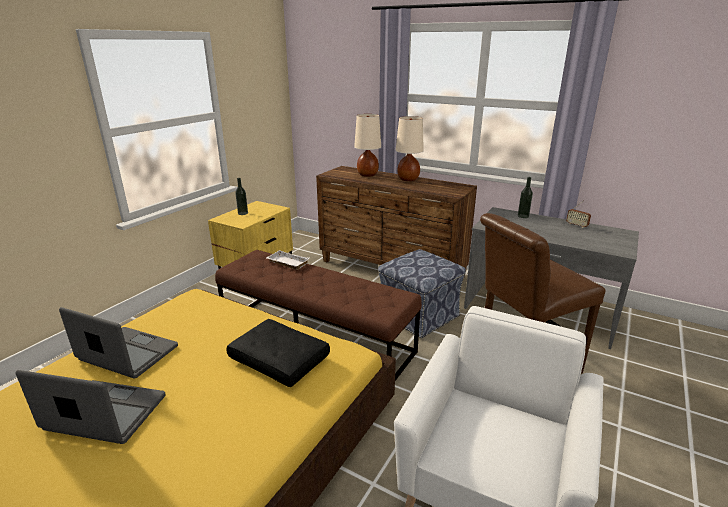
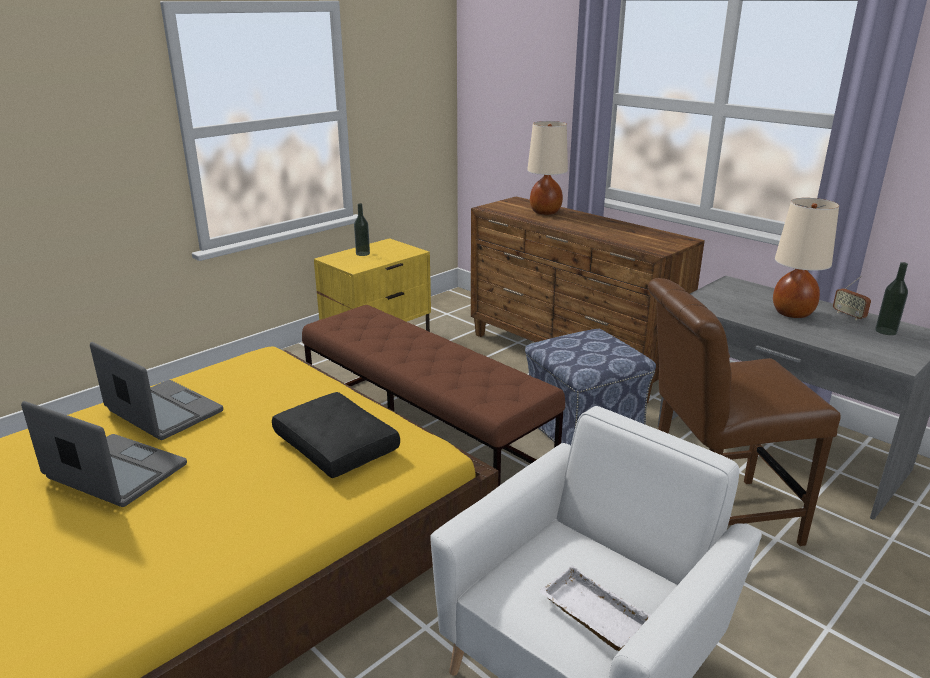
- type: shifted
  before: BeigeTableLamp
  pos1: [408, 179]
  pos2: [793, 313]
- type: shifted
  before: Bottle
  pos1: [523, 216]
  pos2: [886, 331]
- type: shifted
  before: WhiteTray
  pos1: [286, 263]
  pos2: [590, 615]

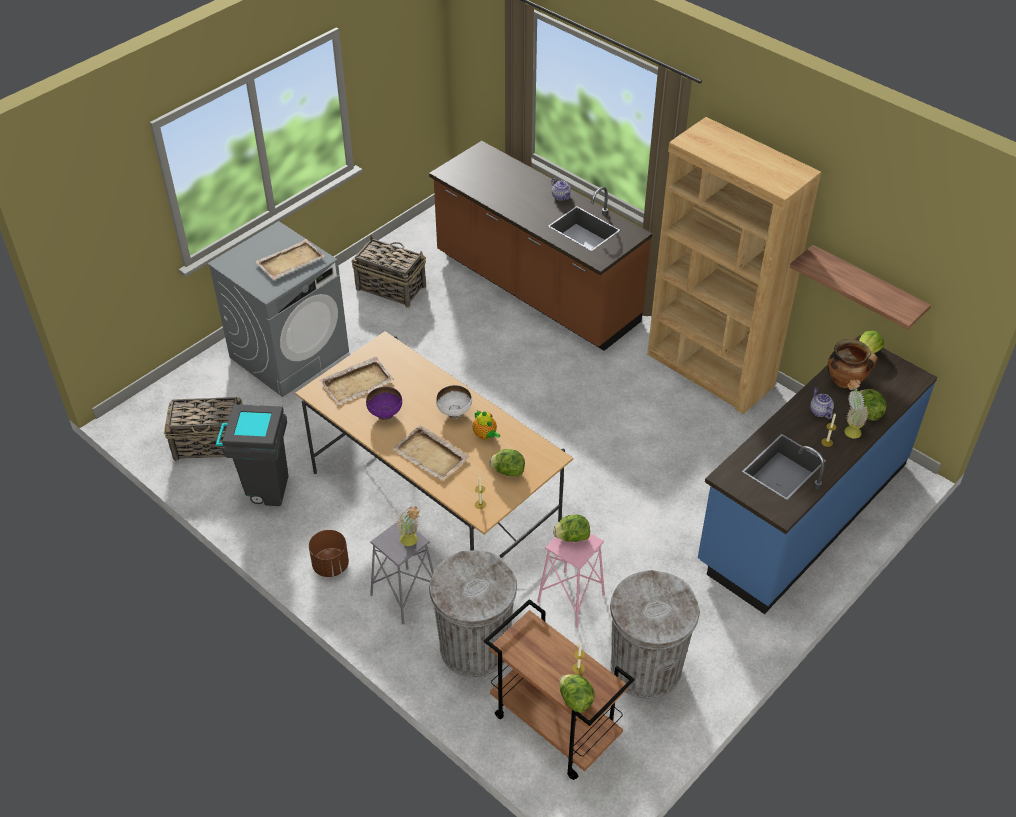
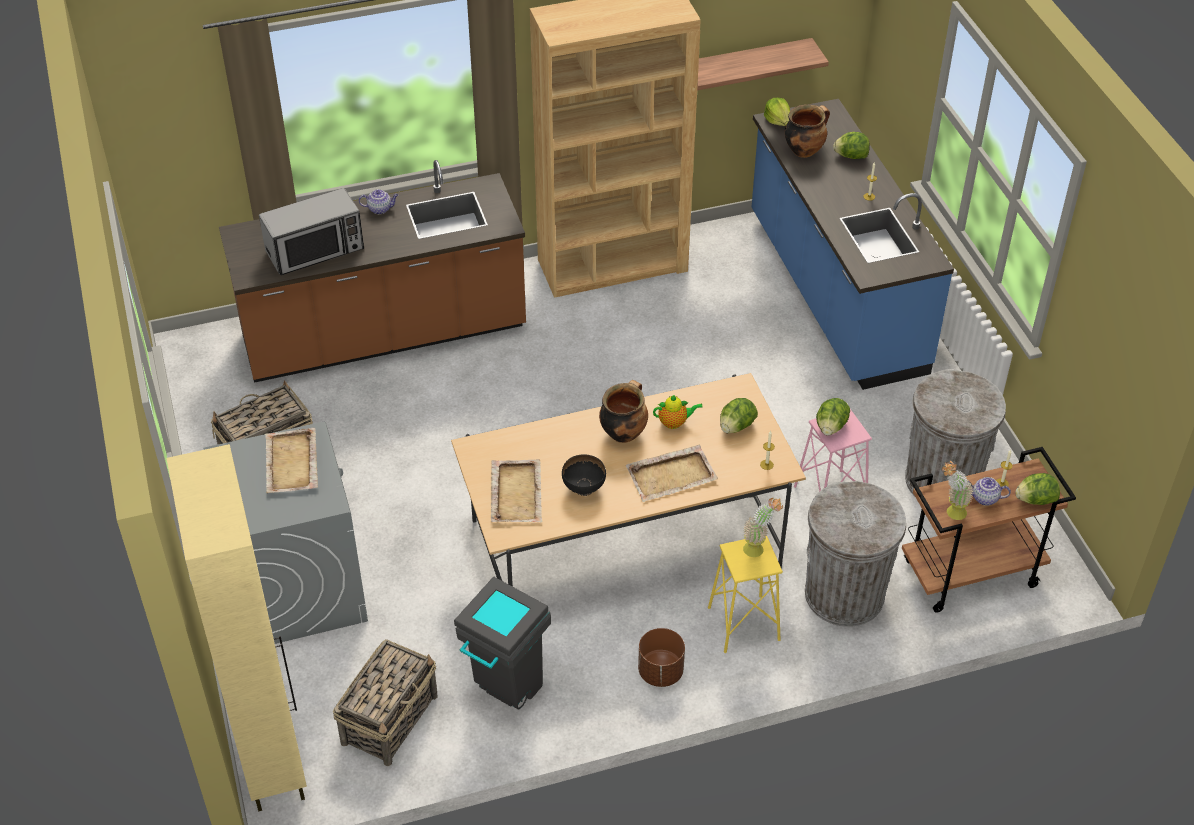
- type: shifted
  before: PottedPlant
  pos1: [849, 429]
  pos2: [951, 513]
- type: swapped
  before: WhiteBowl
  after: CookingPot
  pos1: [454, 412]
  pos2: [623, 433]
- type: repainted
  before: PurpleBowl
  after: BlackBowl
  pos1: [385, 414]
  pos2: [583, 488]
- type: shifted
  before: Teapot
  pos1: [819, 411]
  pos2: [984, 498]
- type: repainted
  before: GreyStool
  after: YellowStool
  pos1: [404, 595]
  pos2: [743, 624]
- type: new
  after: Microwave
  pos2: [315, 250]
- type: new
  after: BeigeCabinet
  pos2: [272, 757]

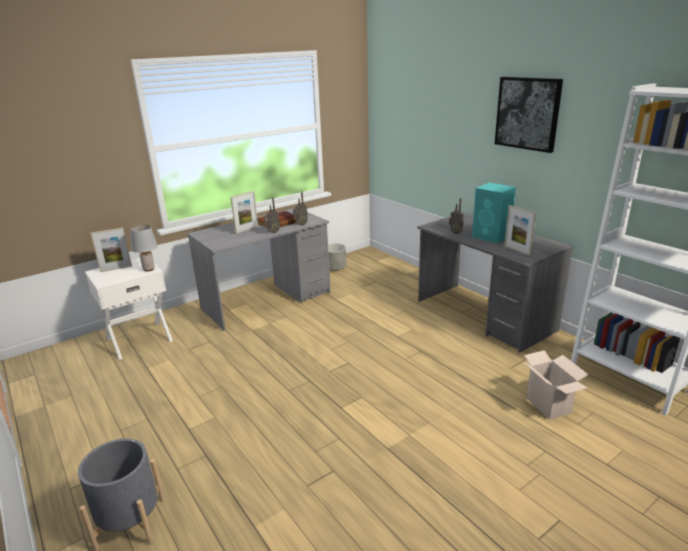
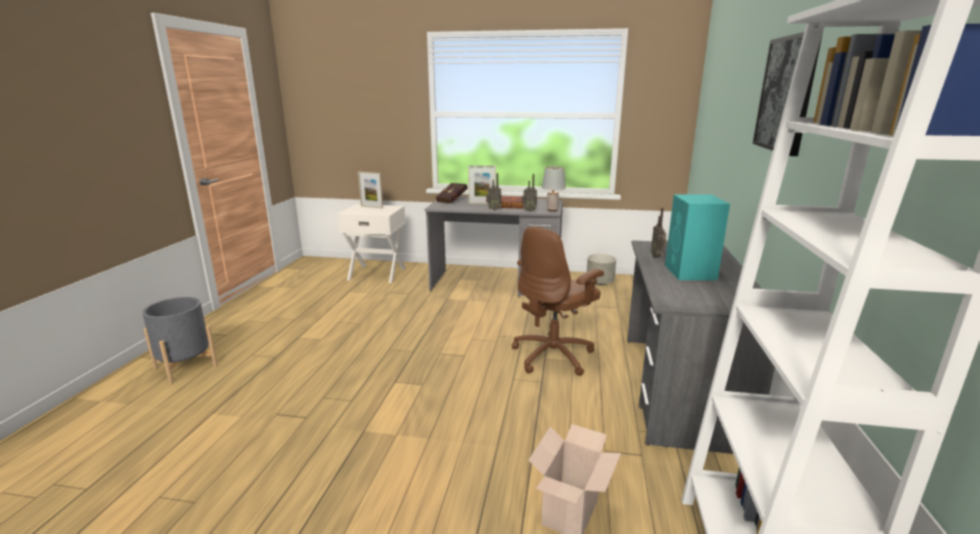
- type: gone
  before: PictureFrame
  pos1: [517, 250]
- type: shifted
  before: GreyTableLamp
  pos1: [148, 269]
  pos2: [552, 210]
- type: new
  after: RedBook
  pos2: [453, 200]
- type: new
  after: BrownOfficeChair
  pos2: [554, 356]

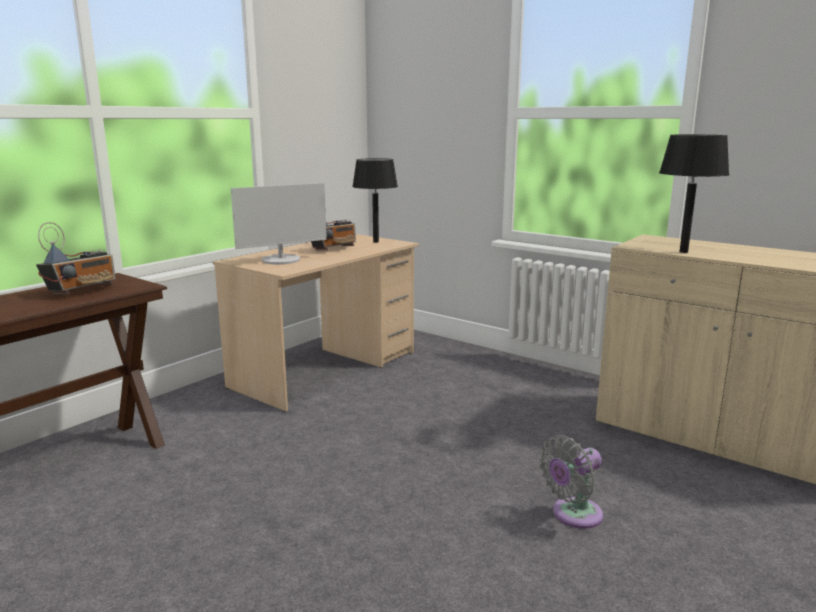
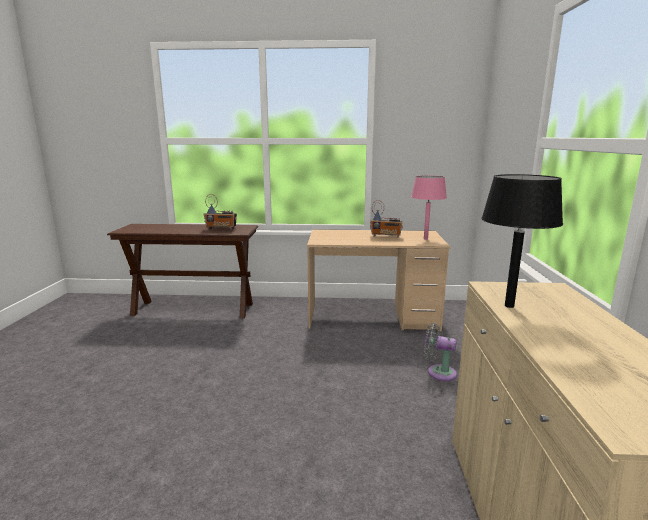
- type: repainted
  before: BlackTableLamp
  after: PinkTableLamp
  pos1: [375, 242]
  pos2: [425, 239]
- type: gone
  before: Monitor
  pos1: [281, 260]
- type: shifted
  before: GreyFan
  pos1: [573, 515]
  pos2: [438, 372]

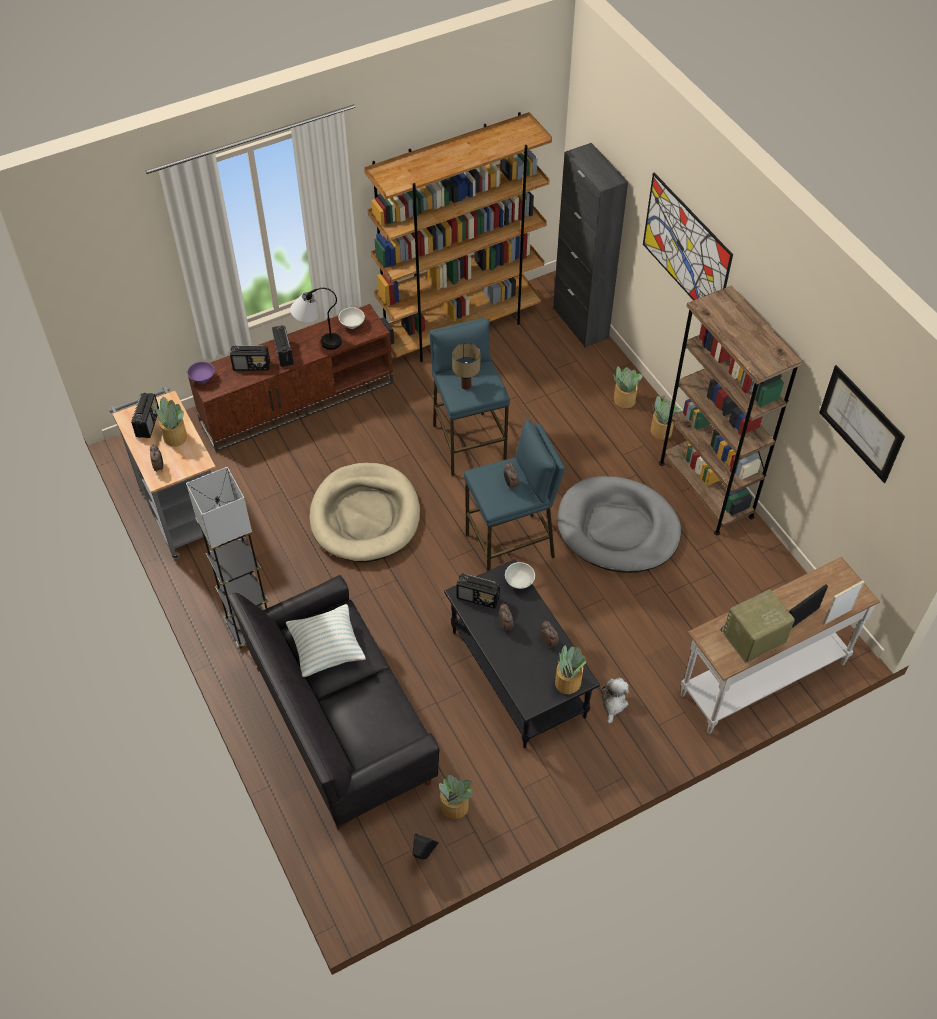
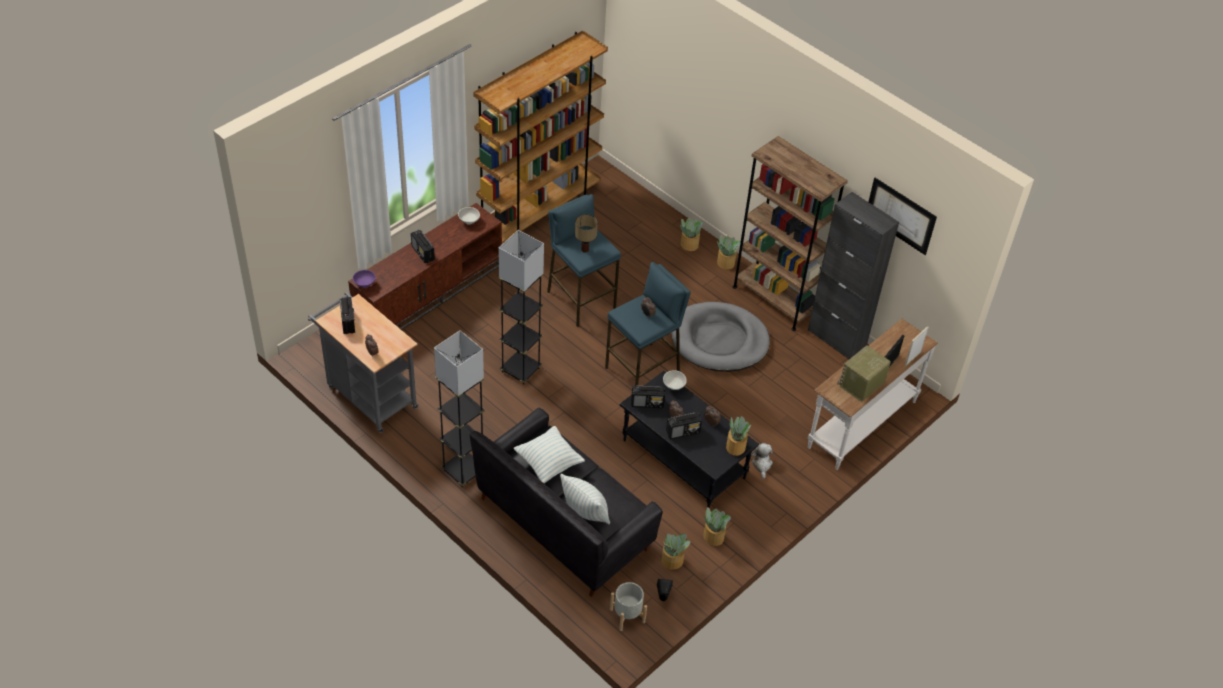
- type: shifted
  before: BlackCabinet
  pos1: [580, 323]
  pos2: [836, 339]
- type: gone
  before: Picture
  pos1: [686, 248]
- type: gone
  before: TableLamp
  pos1: [317, 340]
- type: shifted
  before: Radio
  pos1: [252, 366]
  pos2: [683, 432]
- type: shifted
  before: PottedPlant
  pos1: [175, 436]
  pos2: [713, 536]
- type: swapped
  before: BeigeDogBed
  after: BlackFloorLamp
  pos1: [365, 516]
  pos2: [520, 370]
- type: new
  after: Pillow
  pos2: [585, 513]
- type: new
  after: GreyPlanter
  pos2: [627, 616]

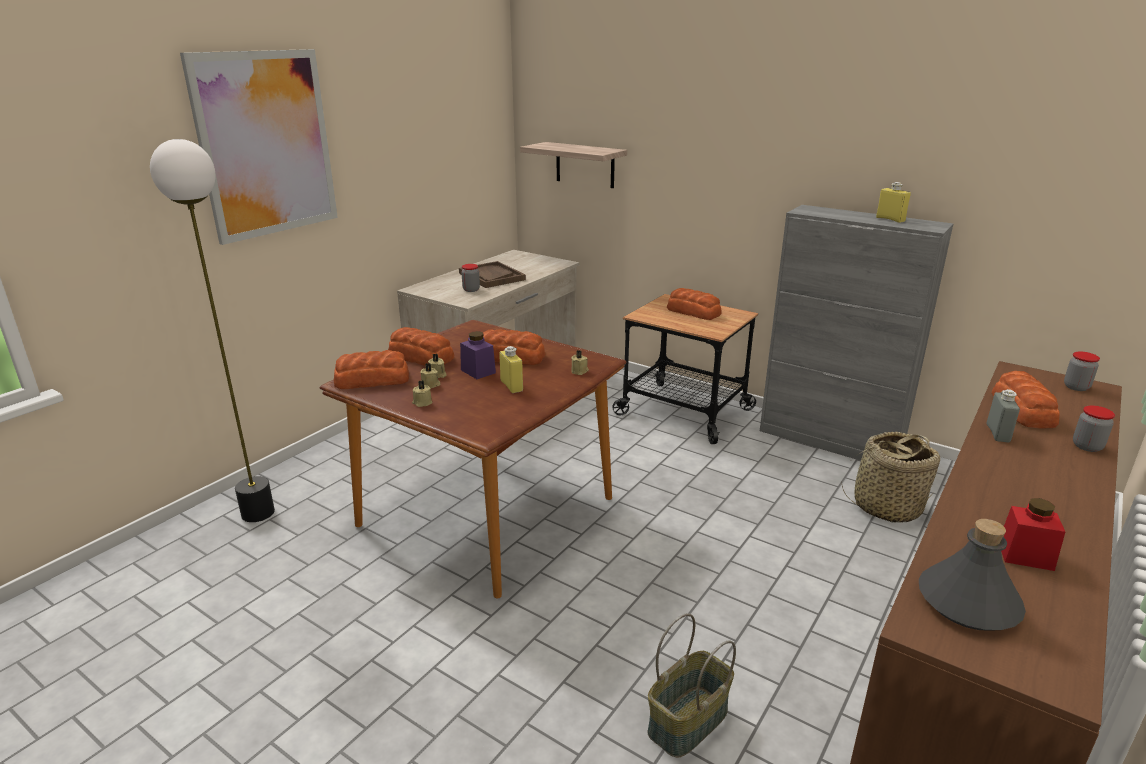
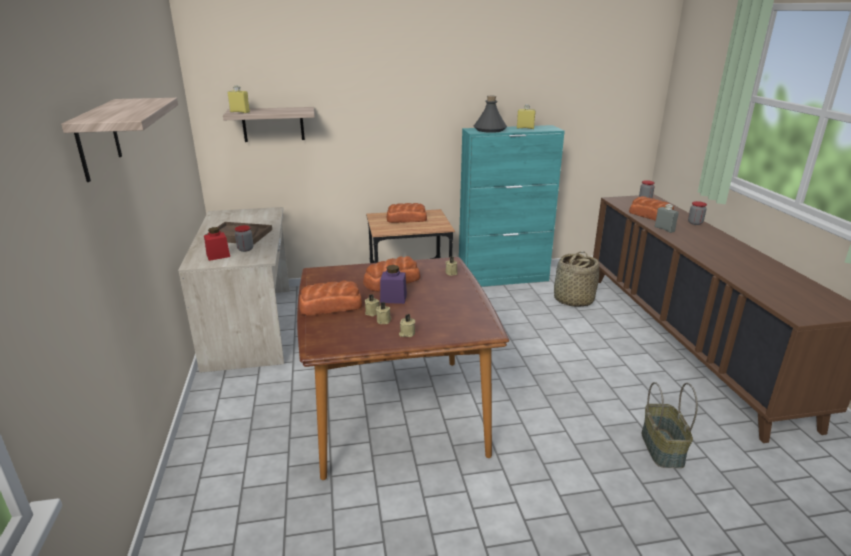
- type: swapped
  before: Picture
  after: Shelf
  pos1: [266, 144]
  pos2: [97, 139]
- type: gone
  before: FloorLamp
  pos1: [258, 512]
- type: repainted
  before: GreyCabinet
  after: TurquoiseCabinet
  pos1: [830, 441]
  pos2: [503, 278]
- type: shifted
  before: YellowBottle
  pos1: [511, 386]
  pos2: [240, 112]
- type: gone
  before: Bread
  pos1: [371, 380]
- type: shifted
  before: RedJar
  pos1: [1025, 555]
  pos2: [218, 256]
- type: shifted
  before: GreyBottle
  pos1: [967, 603]
  pos2: [489, 130]

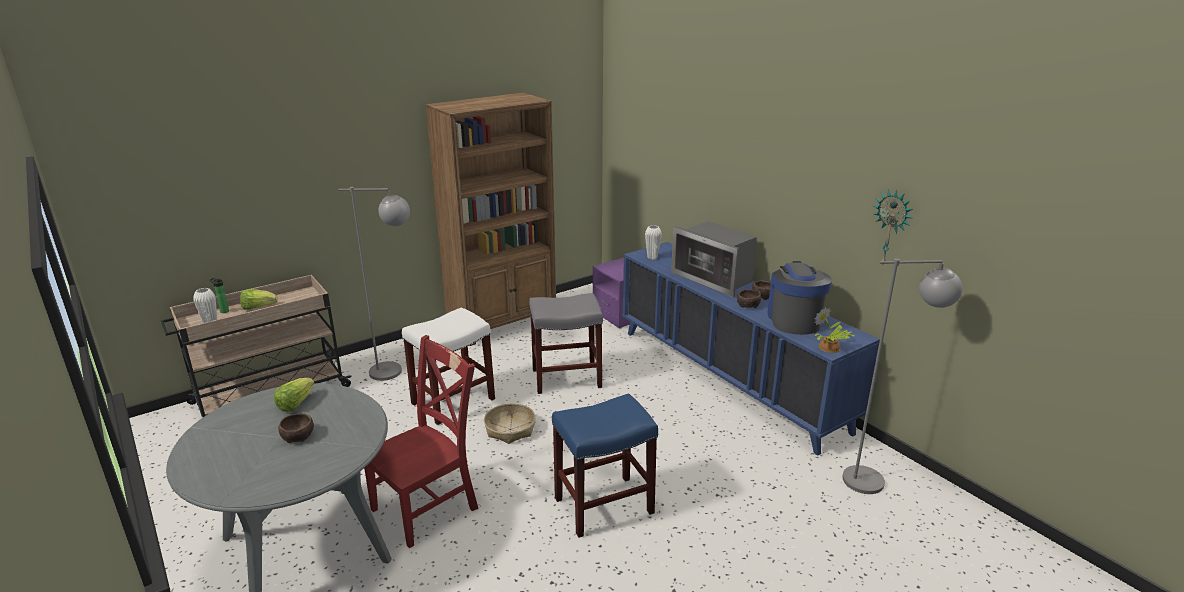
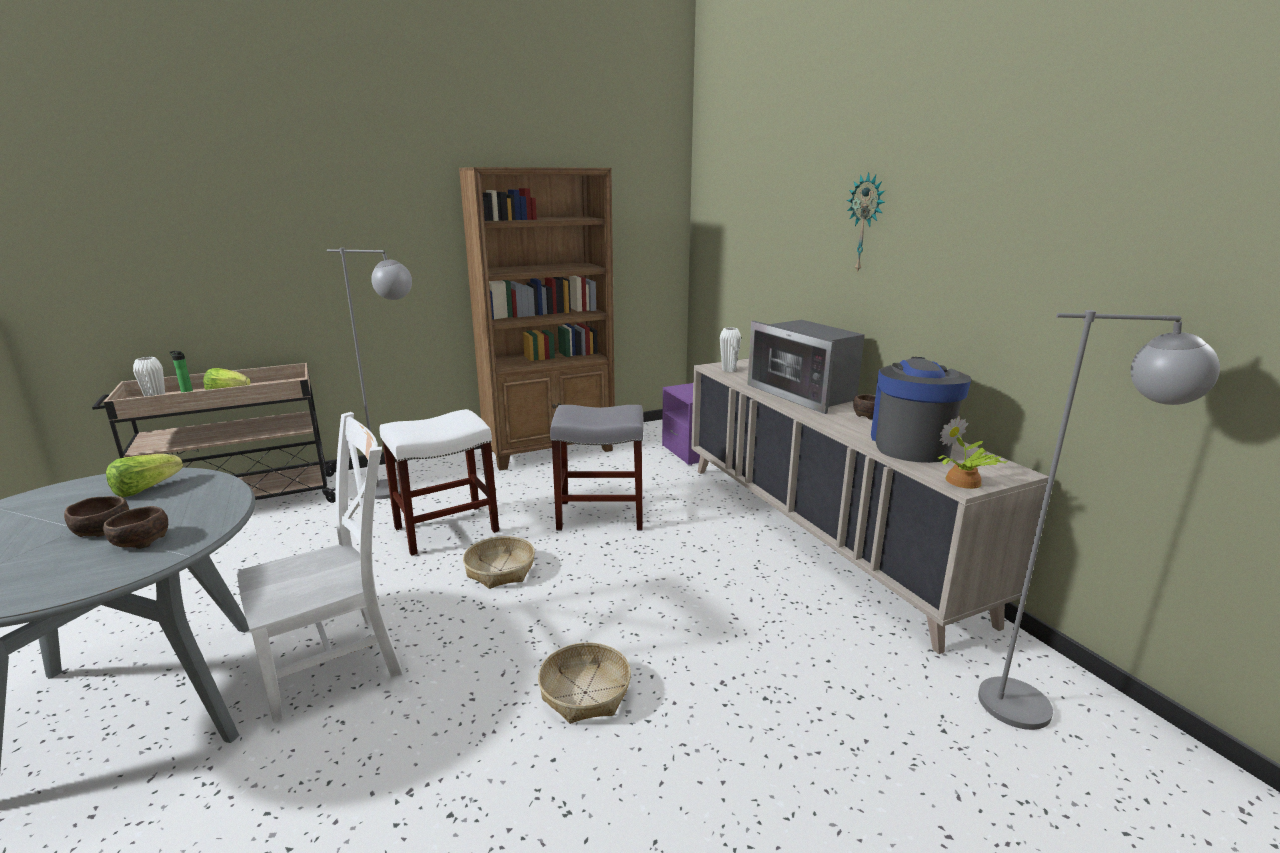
- type: shifted
  before: WallClock
  pos1: [891, 228]
  pos2: [866, 223]
- type: repainted
  before: BlueCabinet
  after: BeigeCabinet
  pos1: [728, 378]
  pos2: [818, 533]
- type: shifted
  before: BrownBowl
  pos1: [747, 305]
  pos2: [139, 541]
- type: repainted
  before: RedChair
  after: WhiteChair
  pos1: [429, 507]
  pos2: [337, 663]
- type: swapped
  before: BlueStool
  after: Basket
  pos1: [604, 505]
  pos2: [585, 692]

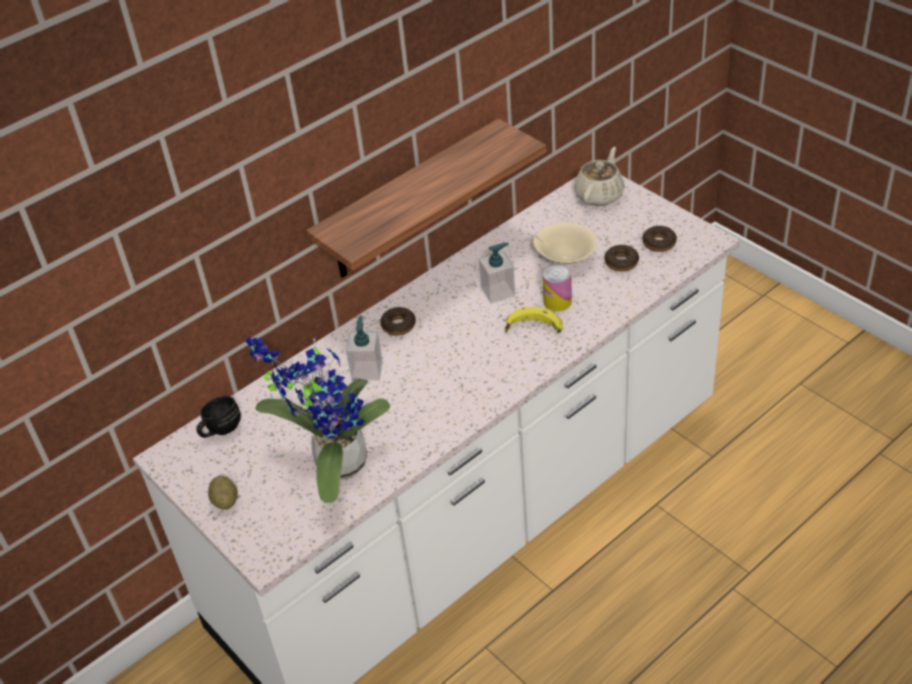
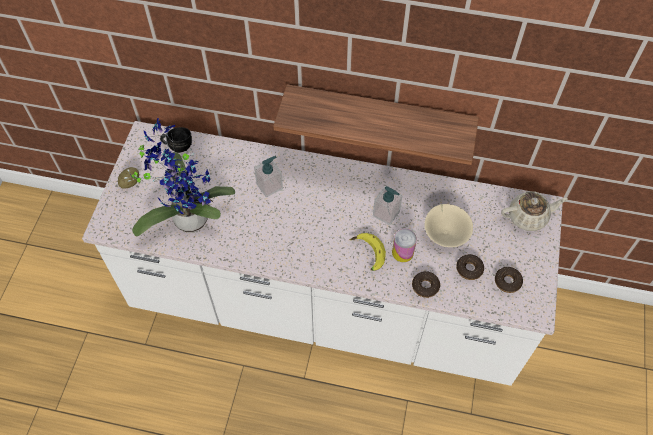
- type: shifted
  before: Donut
  pos1: [398, 325]
  pos2: [425, 286]

